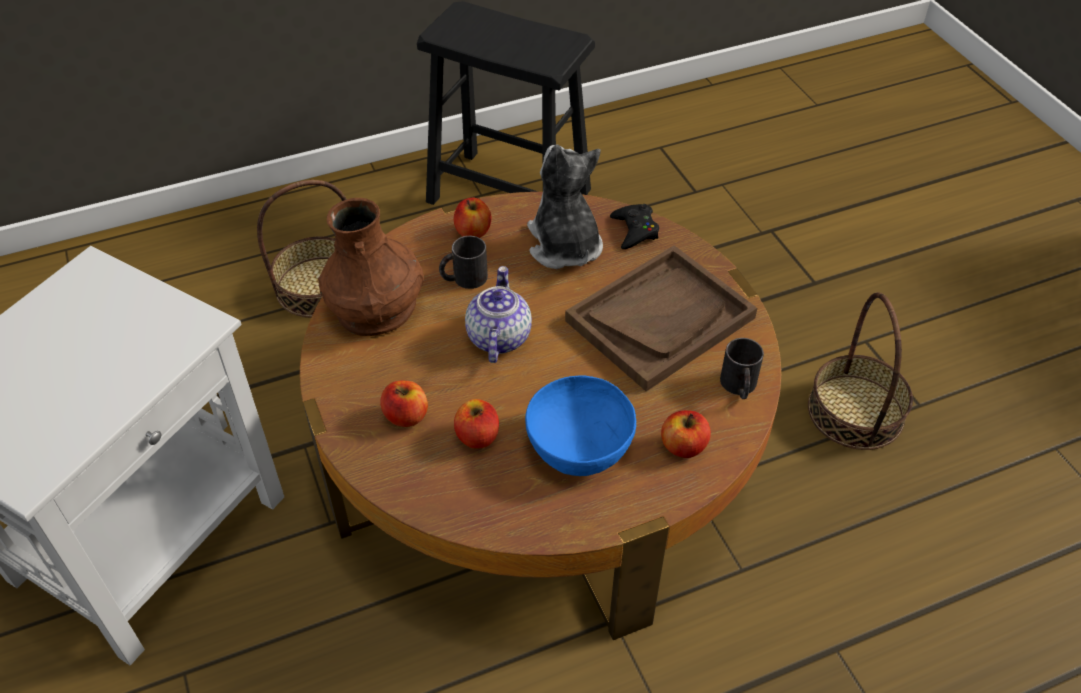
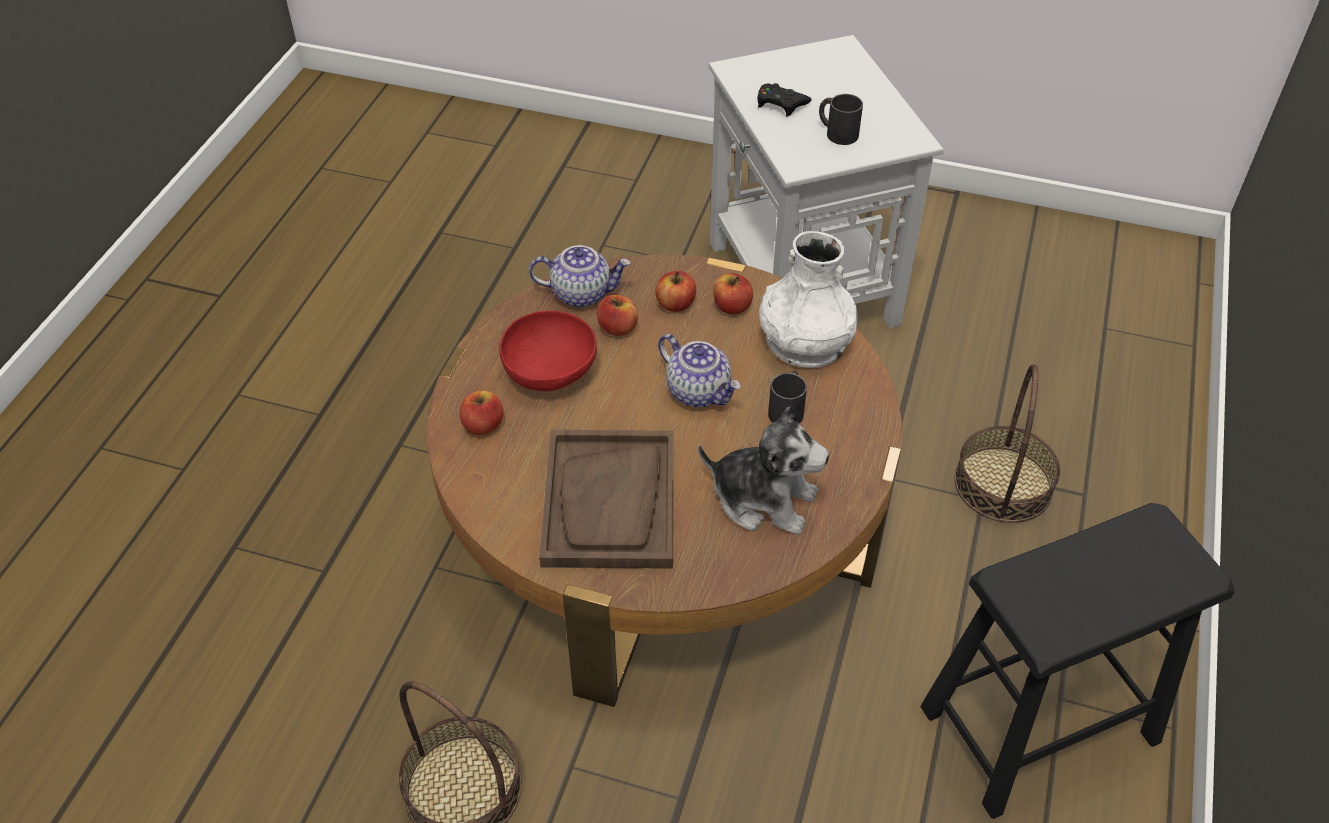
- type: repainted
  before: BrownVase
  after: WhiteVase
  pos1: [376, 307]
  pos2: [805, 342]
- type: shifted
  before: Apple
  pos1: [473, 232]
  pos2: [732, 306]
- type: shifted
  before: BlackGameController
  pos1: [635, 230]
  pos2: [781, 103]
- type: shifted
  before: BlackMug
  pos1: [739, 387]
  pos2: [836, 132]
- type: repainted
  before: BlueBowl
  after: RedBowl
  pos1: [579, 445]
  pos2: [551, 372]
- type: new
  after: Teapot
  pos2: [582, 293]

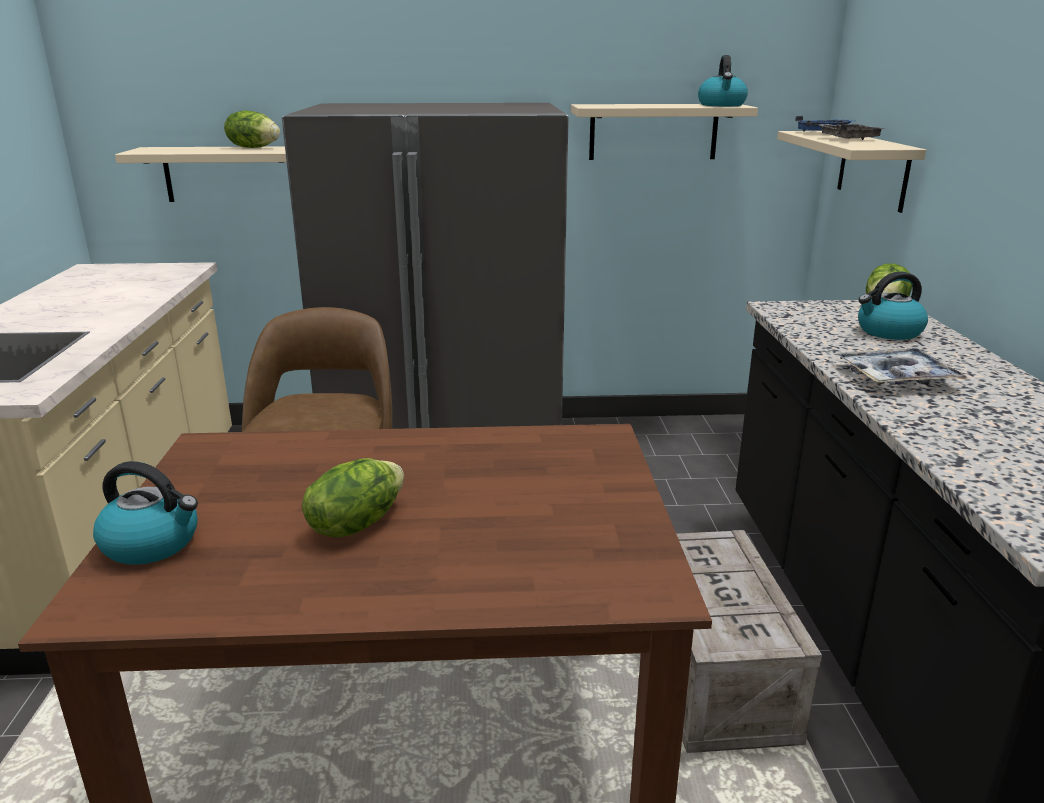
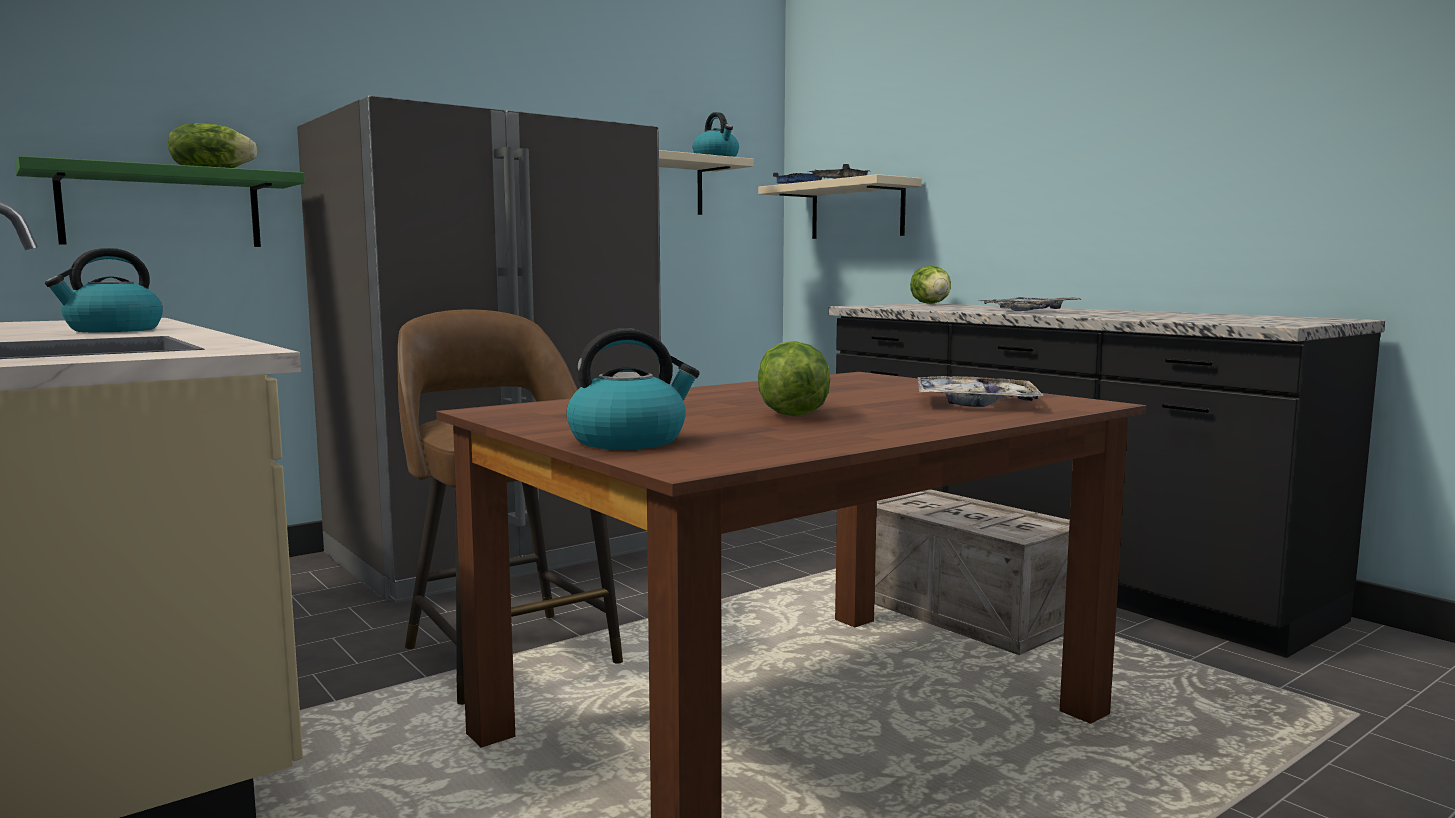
- type: repainted
  before: BeigeShelf
  after: GreenShelf
  pos1: [231, 174]
  pos2: [162, 208]
- type: shifted
  before: Kettle
  pos1: [888, 332]
  pos2: [113, 330]
- type: new
  after: Tray
  pos2: [975, 403]

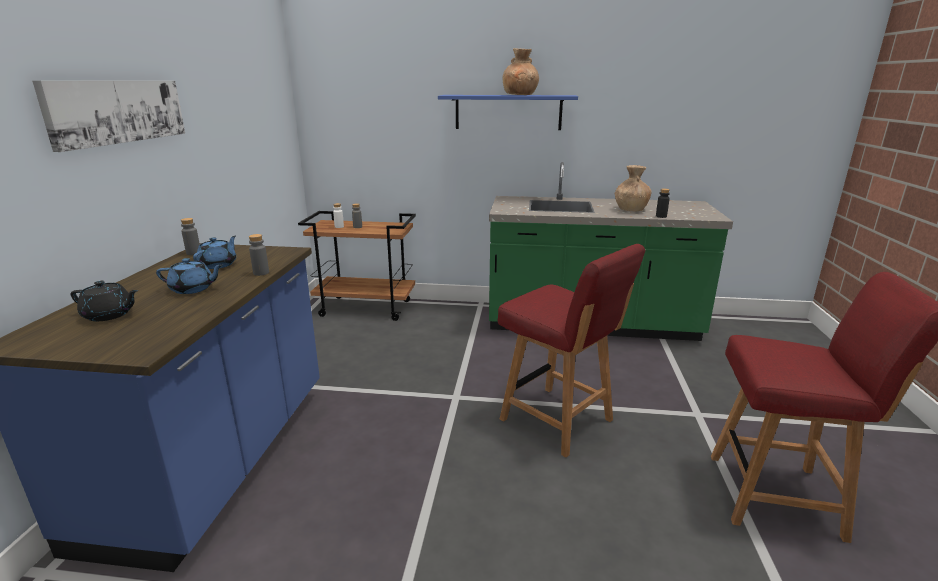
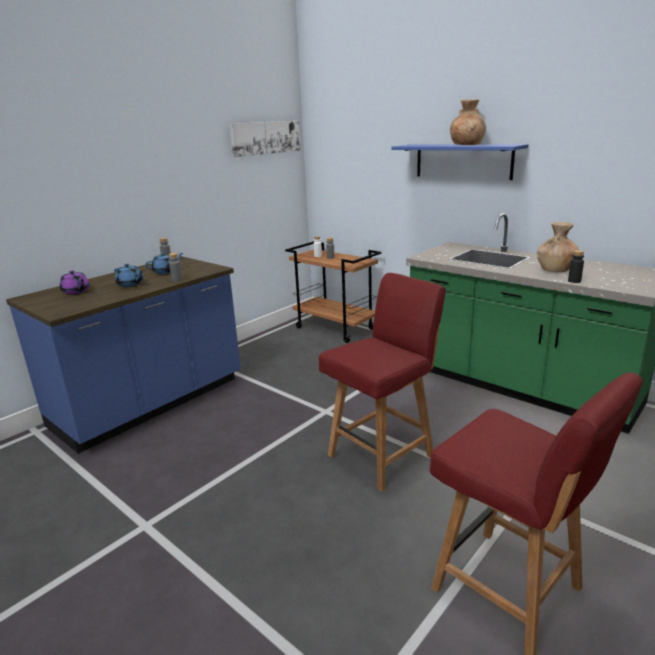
- type: shifted
  before: Picture
  pos1: [118, 111]
  pos2: [265, 138]
- type: rotated
  before: RedChair
  pos1: [558, 421]
  pos2: [382, 455]
  turn: -120
- type: repainted
  before: BlackTeapot
  after: PurpleTeapot
  pos1: [109, 315]
  pos2: [76, 291]

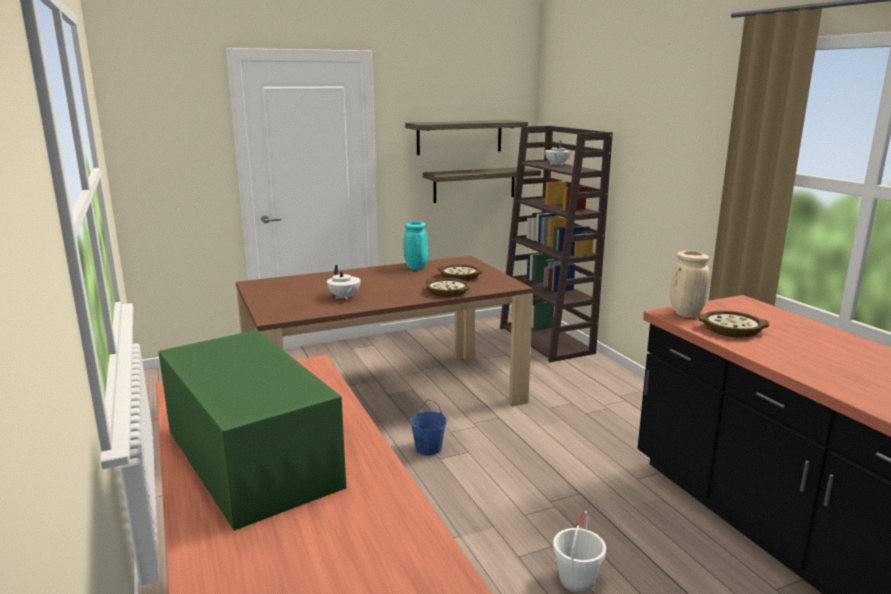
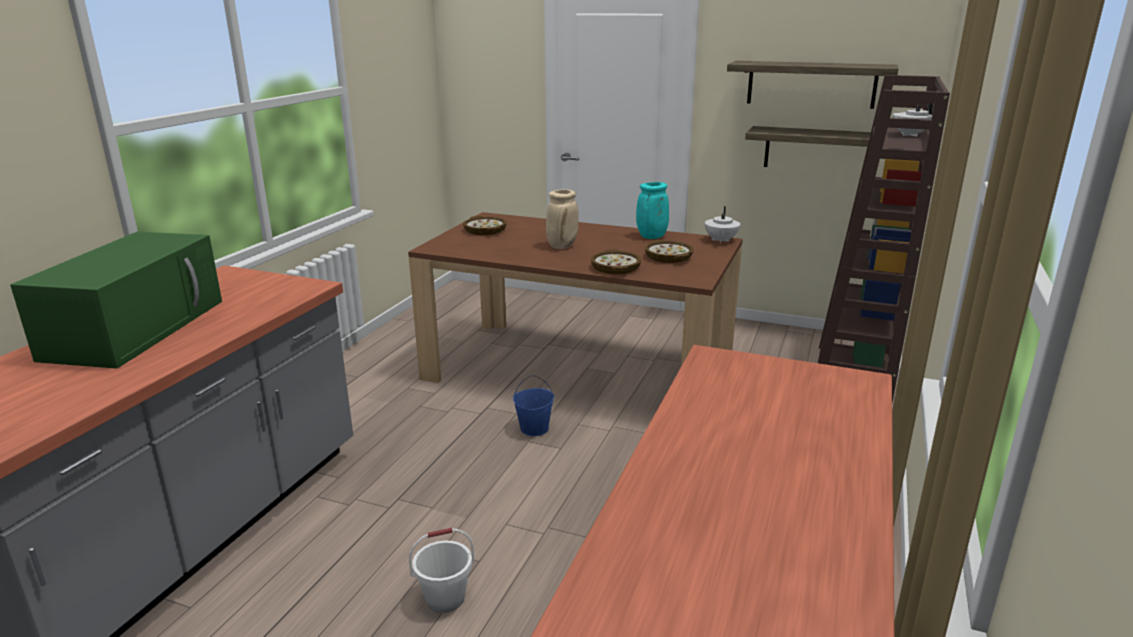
- type: shifted
  before: BeigeVase
  pos1: [684, 314]
  pos2: [562, 246]
- type: shifted
  before: WhiteTeapot
  pos1: [344, 297]
  pos2: [720, 241]
- type: shifted
  before: Bowl
  pos1: [731, 330]
  pos2: [484, 230]

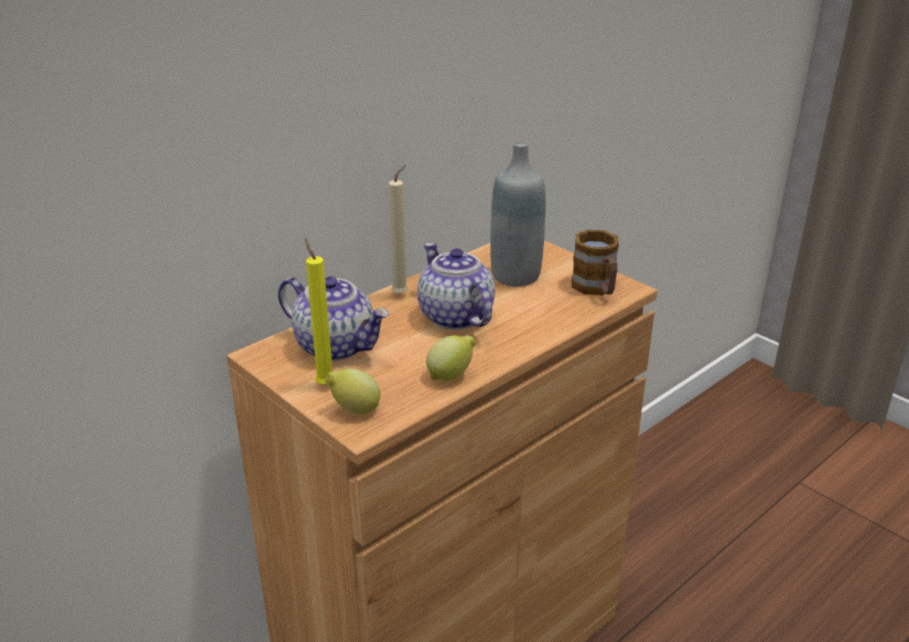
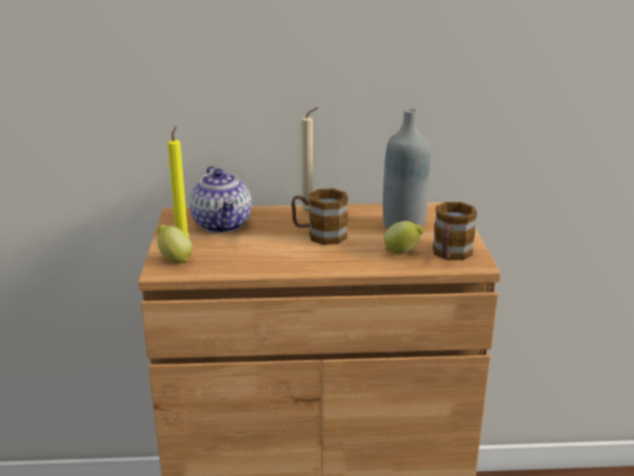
- type: swapped
  before: Teapot
  after: Mug
  pos1: [454, 316]
  pos2: [319, 235]
- type: shifted
  before: Lemon
  pos1: [451, 376]
  pos2: [402, 253]

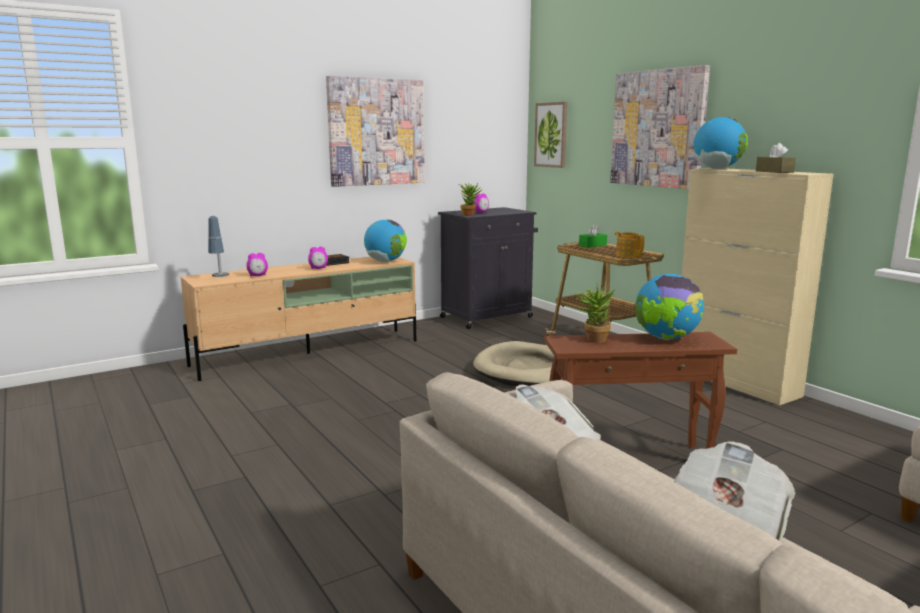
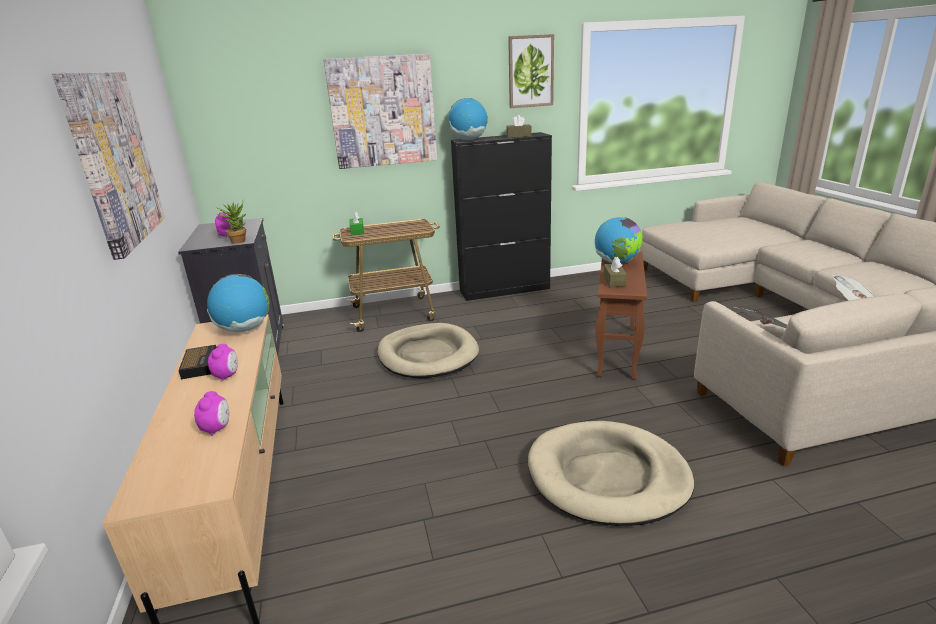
- type: shifted
  before: Picture
  pos1: [551, 135]
  pos2: [530, 71]
- type: repainted
  before: BeigeCabinet
  after: BlackCabinet
  pos1: [735, 382]
  pos2: [505, 290]
- type: gone
  before: TableLamp
  pos1: [219, 277]
- type: gone
  before: Teapot
  pos1: [628, 255]
- type: swapped
  before: PottedPlant
  after: BrownTissueBox
  pos1: [592, 339]
  pos2: [614, 281]
- type: new
  after: BeigeDogBed
  pos2: [607, 476]

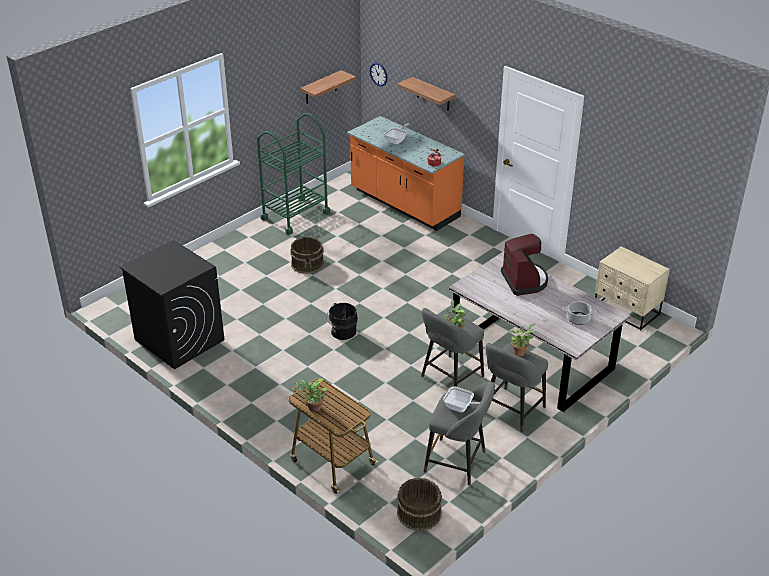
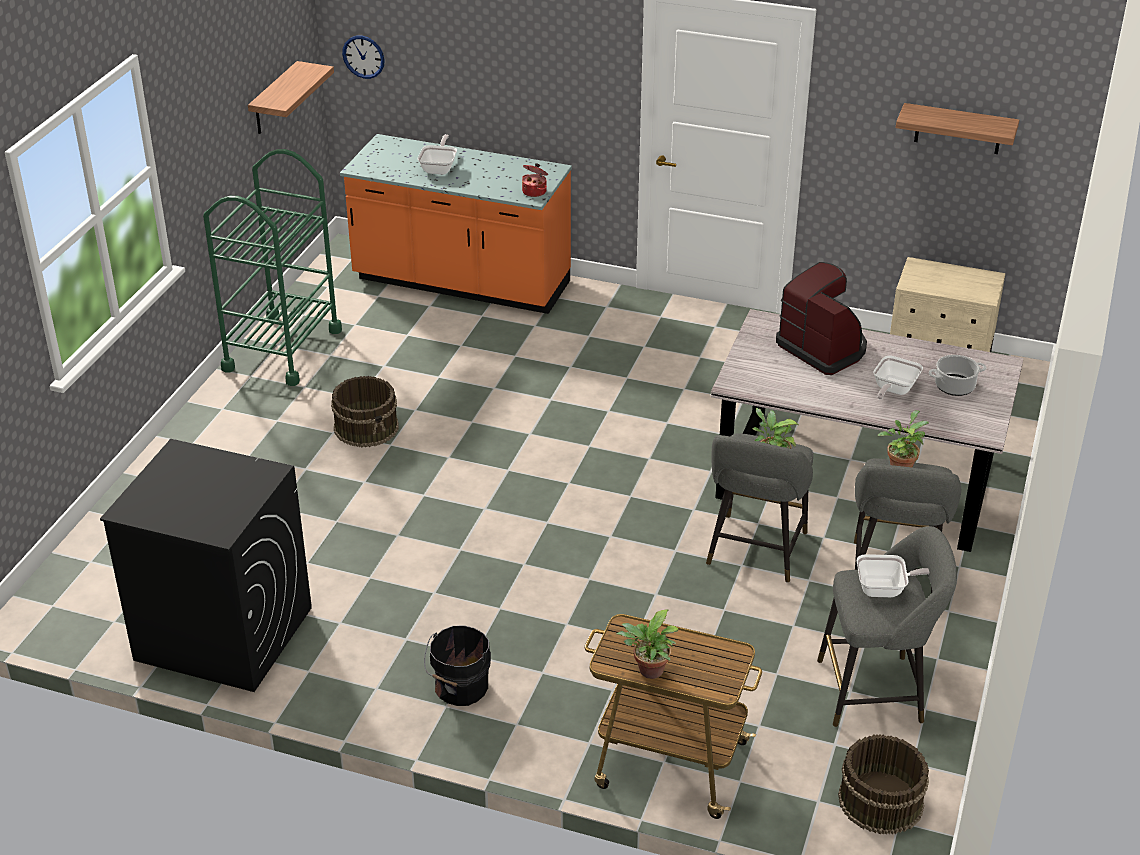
- type: shifted
  before: Shelf
  pos1: [433, 94]
  pos2: [958, 129]
- type: shifted
  before: BlackBucket
  pos1: [342, 332]
  pos2: [460, 688]
- type: new
  after: FryingPan
  pos2: [893, 390]

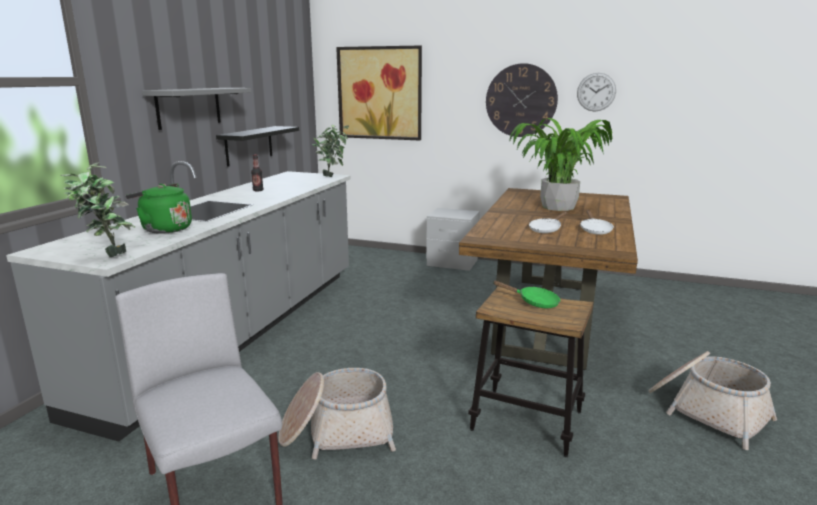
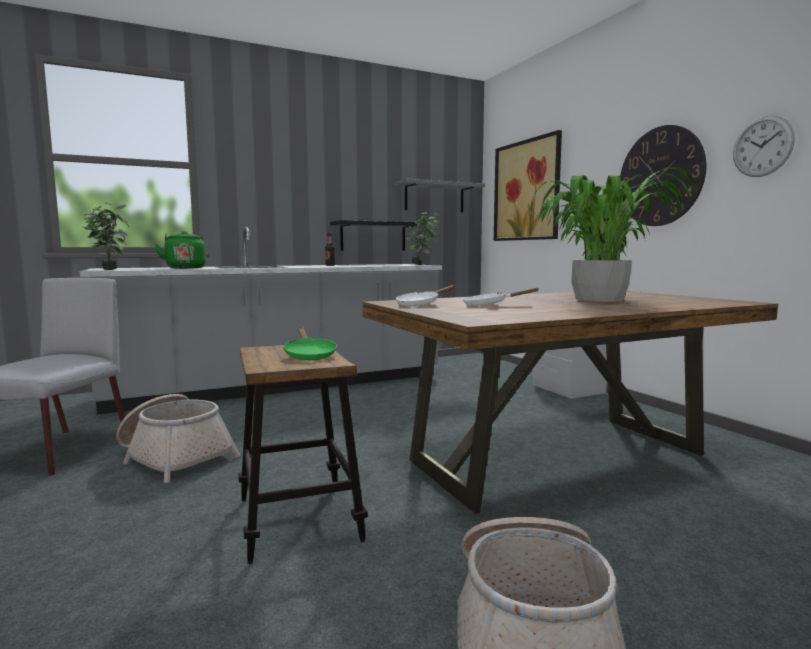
- type: shifted
  before: GreyShelf
  pos1: [189, 107]
  pos2: [434, 197]
- type: shifted
  before: WhiteFryingPan
  pos1: [595, 230]
  pos2: [420, 304]

